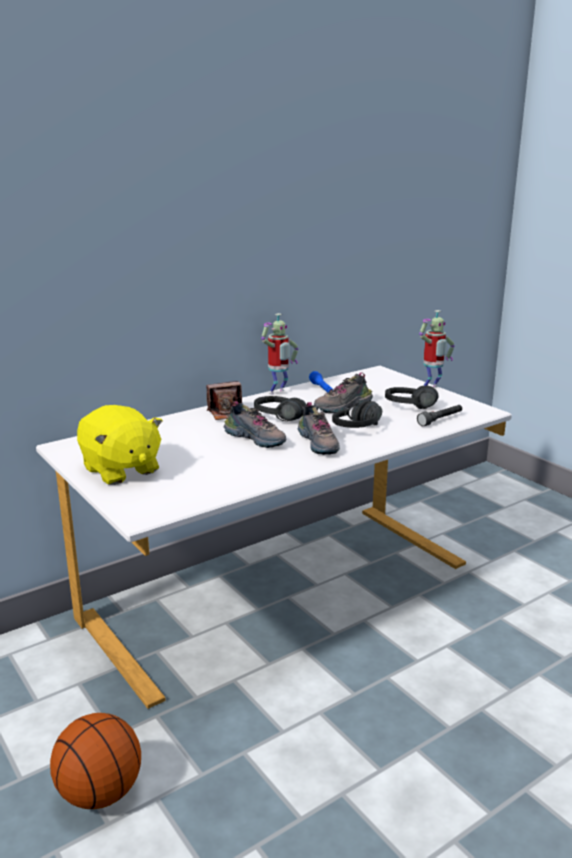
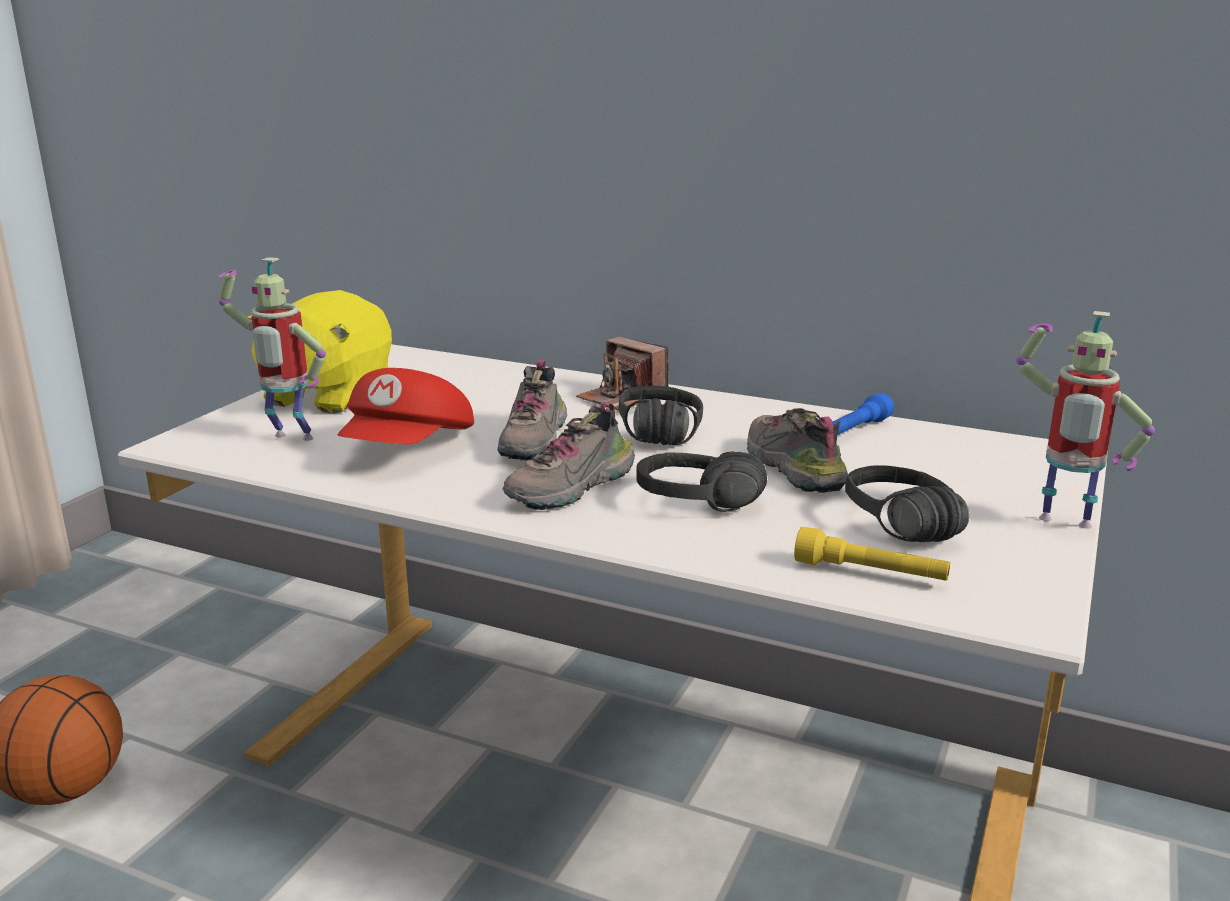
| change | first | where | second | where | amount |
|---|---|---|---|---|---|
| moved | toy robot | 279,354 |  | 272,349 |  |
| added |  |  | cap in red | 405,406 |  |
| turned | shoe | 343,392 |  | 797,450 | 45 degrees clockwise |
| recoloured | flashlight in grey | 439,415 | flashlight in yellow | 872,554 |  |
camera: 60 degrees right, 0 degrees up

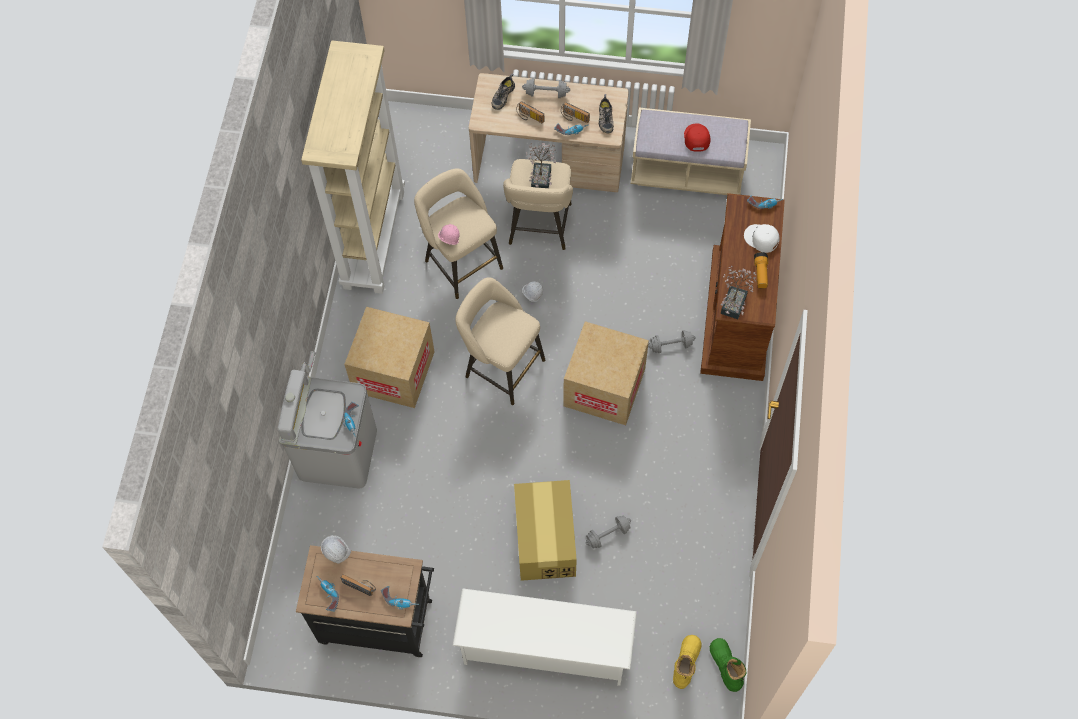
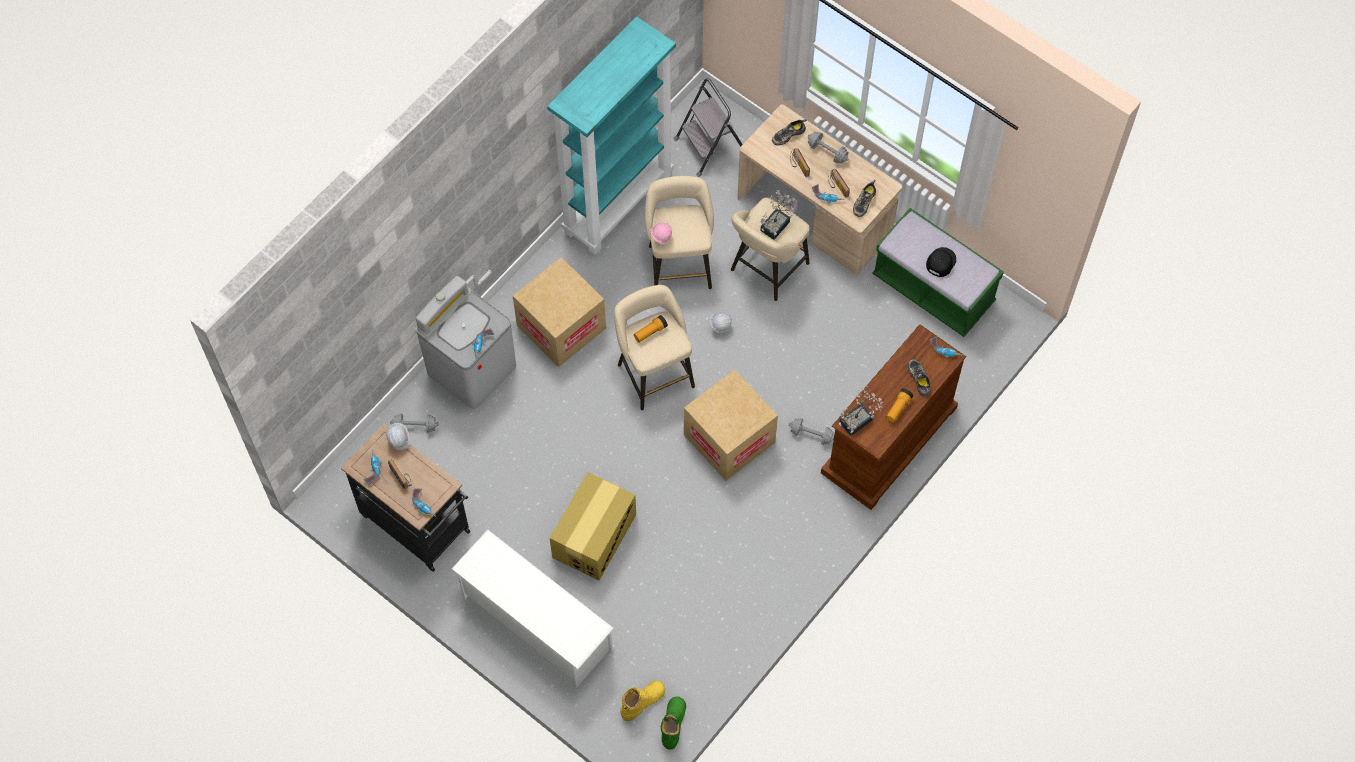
| change | first | where | second | where | amount |
|---|---|---|---|---|---|
| moved | dumbbell in grey | 608,532 |  | 414,423 |  |
| recoloured | bookcase in beige | 353,167 | bookcase in turquoise | 611,135 |  |
| added |  |  | flashlight | 651,328 |  |
| added |  |  | step ladder in grey | 708,127 |  |
| recoloured | bench in beige | 690,151 | bench in green | 938,272 |  |
| replaced | cap in white | 762,238 | shoe | 919,378 |  |
| recoloured | cap in red | 697,138 | cap in black | 941,262 |  |
camera: 30 degrees right, 0 degrees up

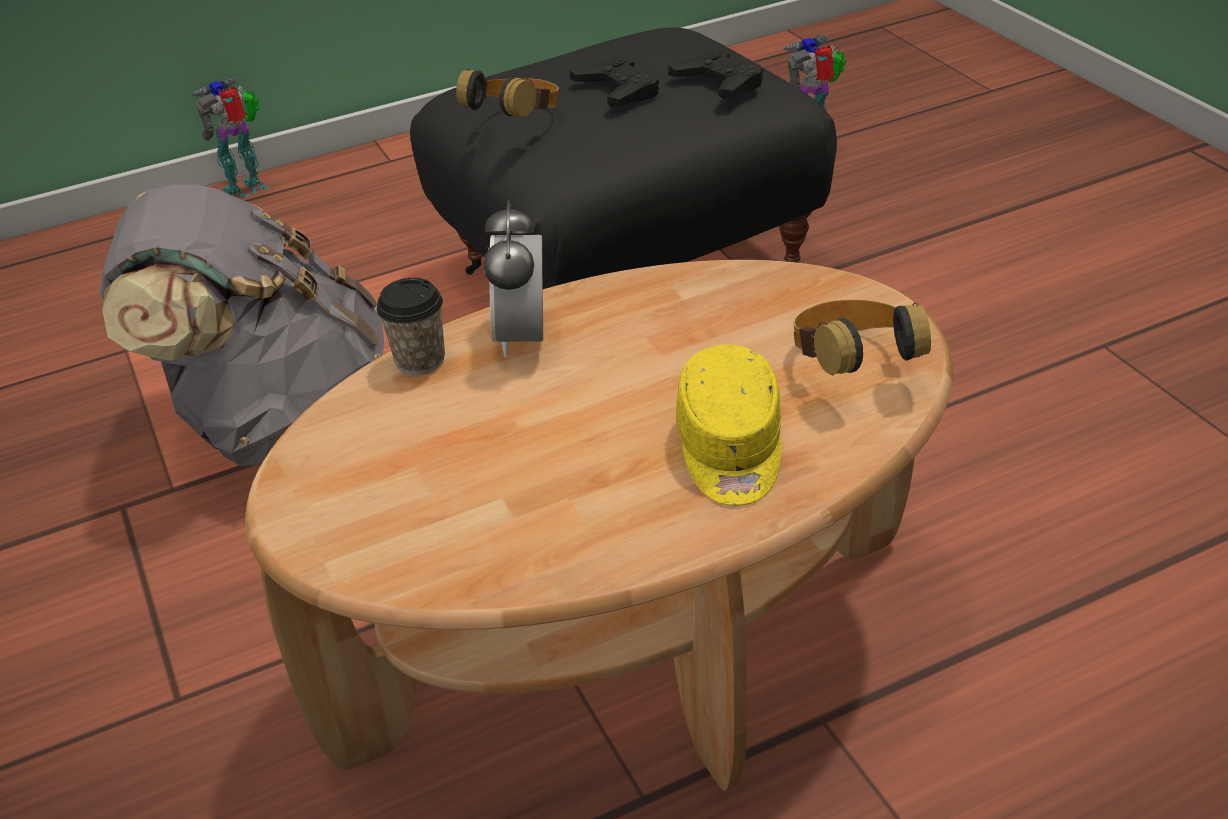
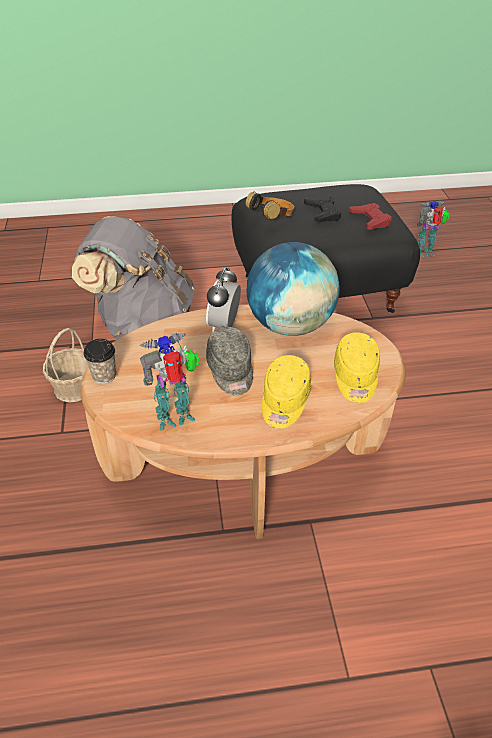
| change | first | where | second | where | amount |
|---|---|---|---|---|---|
| added |  |  | basket | 65,365 |  |
| moved | cup | 411,326 |  | 100,361 |  |
| moved | toy robot | 230,137 |  | 169,382 |  |
| added |  |  | cap in grey | 229,361 |  |
| added |  |  | globe | 293,289 |  |
| replaced | headphones | 862,337 | cap in yellow | 357,367 |  |
| recoloured | game controller in black | 715,74 | game controller in red | 370,216 |  |
camera: 15 degrees right, 5 degrees up

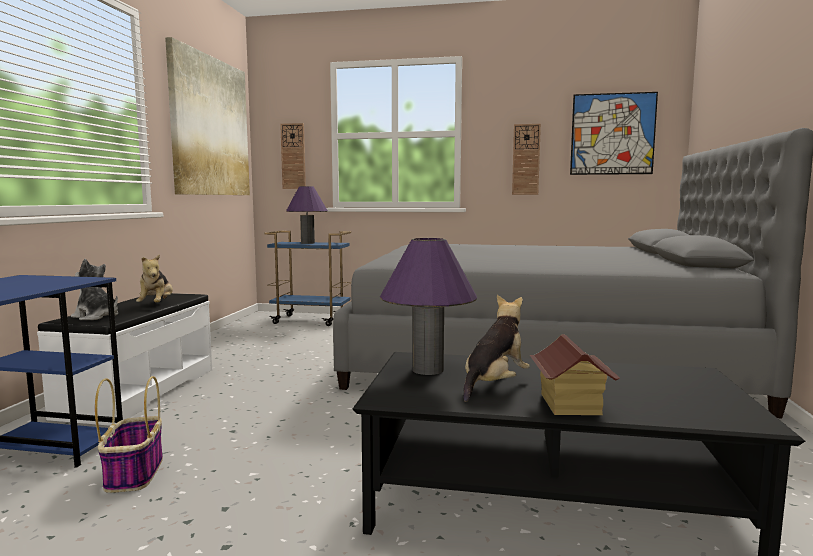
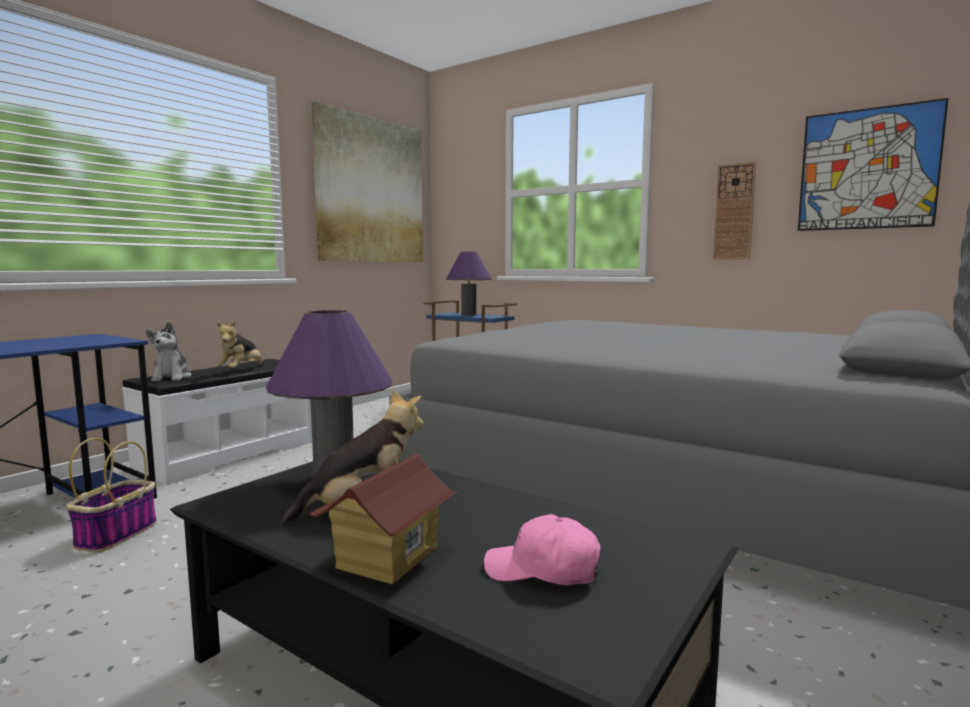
| change | first | where | second | where | amount |
|---|---|---|---|---|---|
| turned | plush toy | 94,289 |  | 168,352 | 150 degrees counterclockwise |
| added |  |  | cap in pink | 542,549 |  |
| removed | wall clock | 293,156 |  |  |  |
camera: 25 degrees right, 0 degrees up

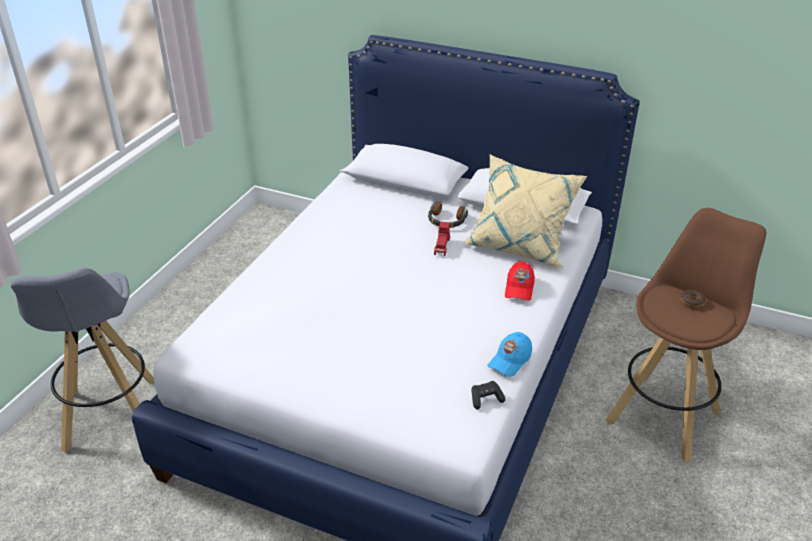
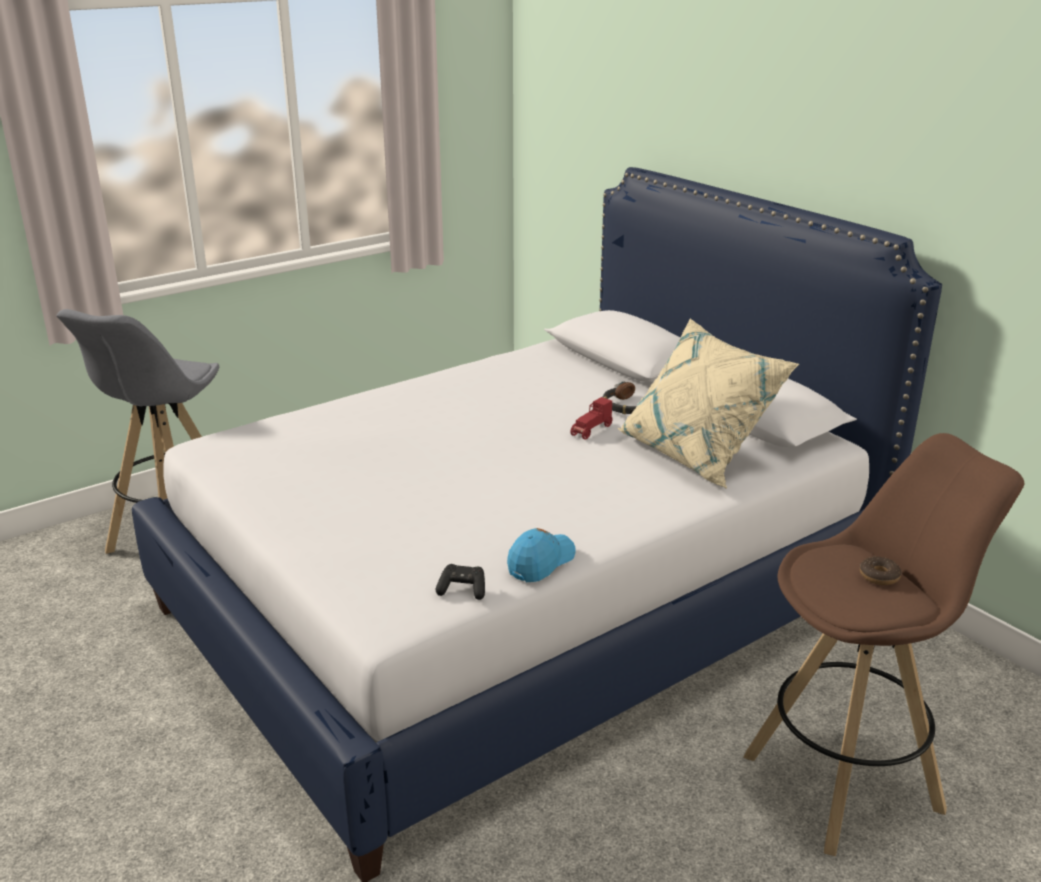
| change | first | where | second | where | amount |
|---|---|---|---|---|---|
| turned | cap in blue | 509,354 |  | 541,555 | 150 degrees clockwise |
| removed | cap in red | 520,281 |  |  |  |
camera: 30 degrees right, 10 degrees down

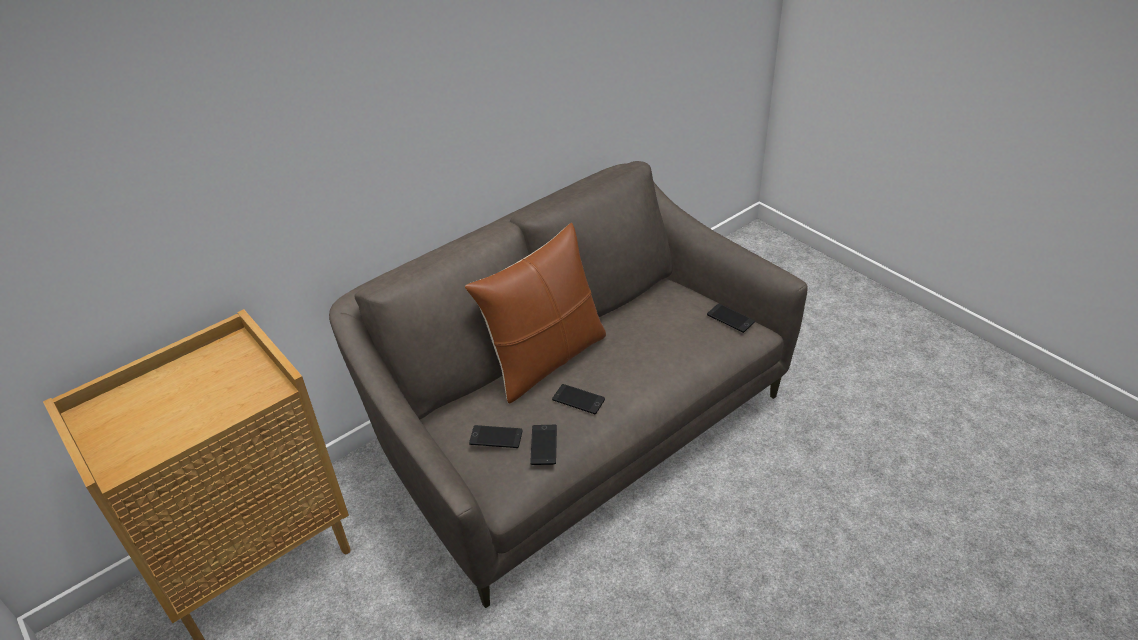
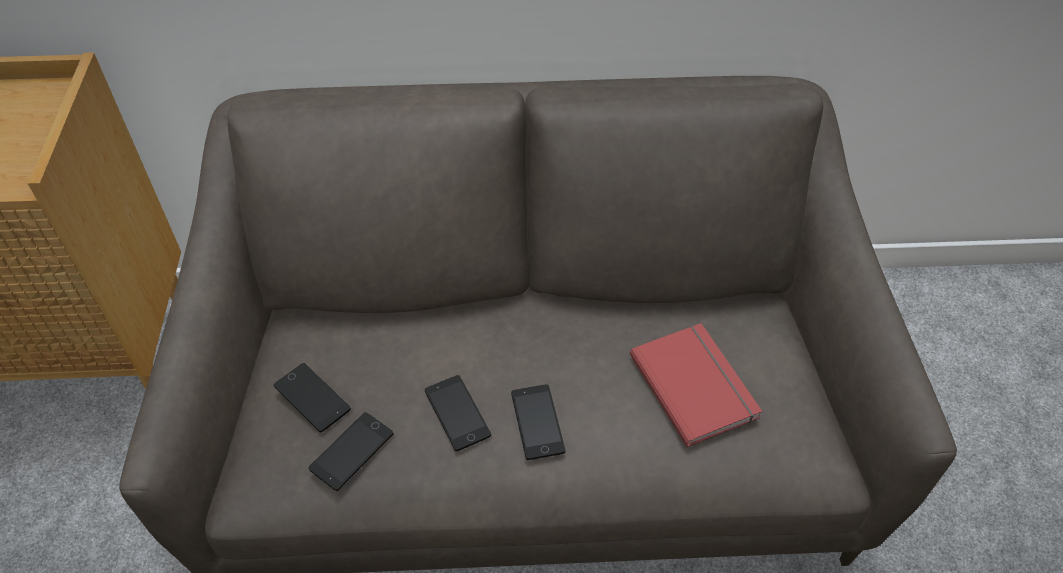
| change | first | where | second | where | amount |
|---|---|---|---|---|---|
| moved | phone | 731,318 |  | 538,422 |  |
| added |  |  | book in red | 696,385 |  |
| removed | pillow in brown | 535,313 |  |  |  |
camera: 35 degrees right, 10 degrees up

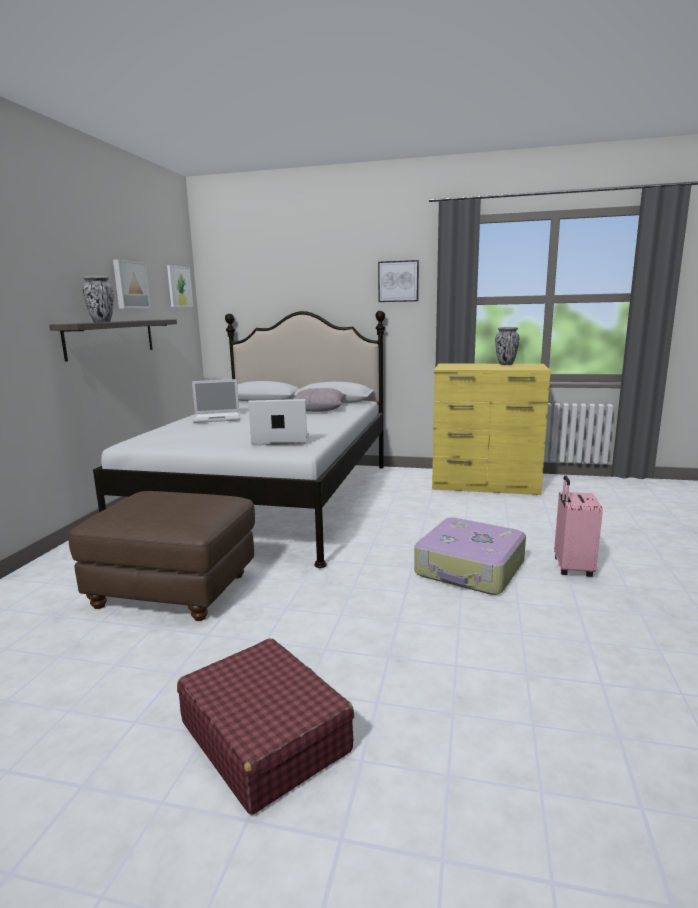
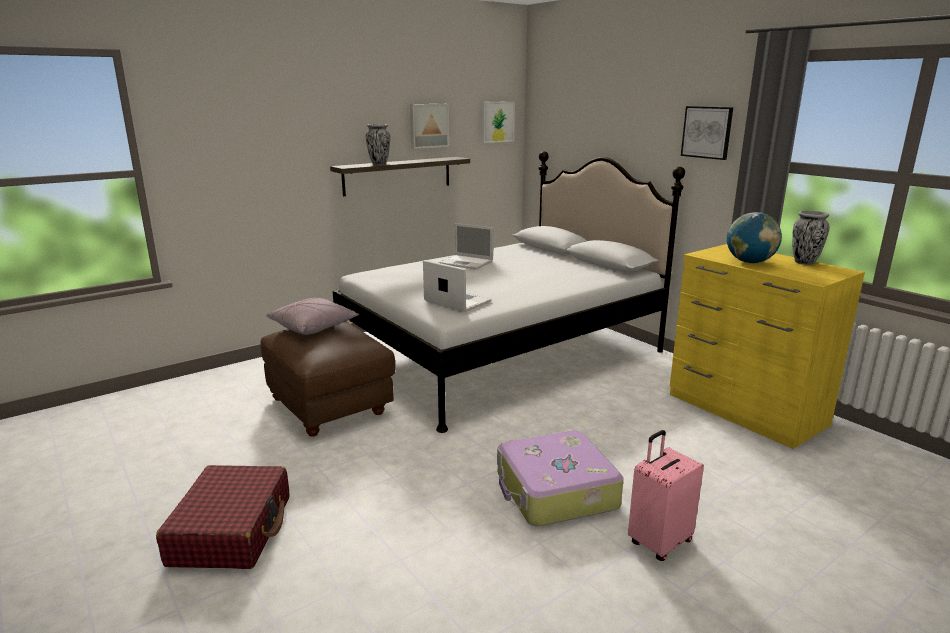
| change | first | where | second | where | amount |
|---|---|---|---|---|---|
| moved | pillow in purple | 319,400 |  | 312,316 |  |
| added |  |  | globe | 754,237 |  |
camera: 40 degrees right, 5 degrees up

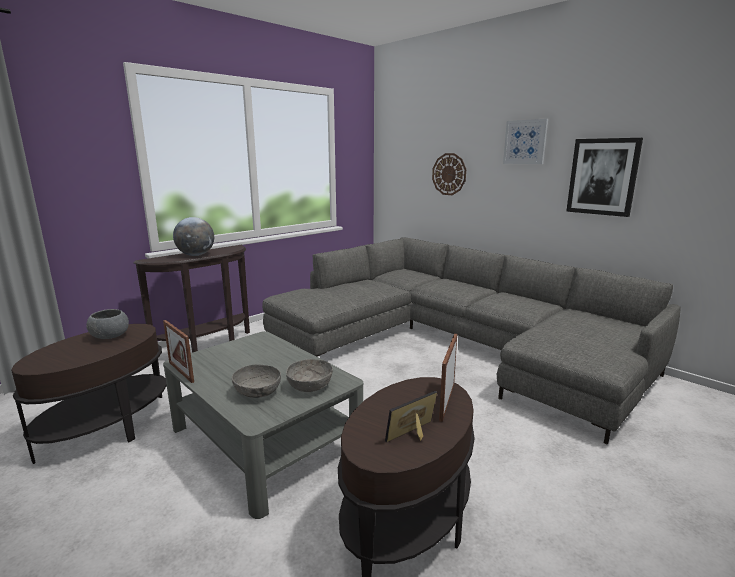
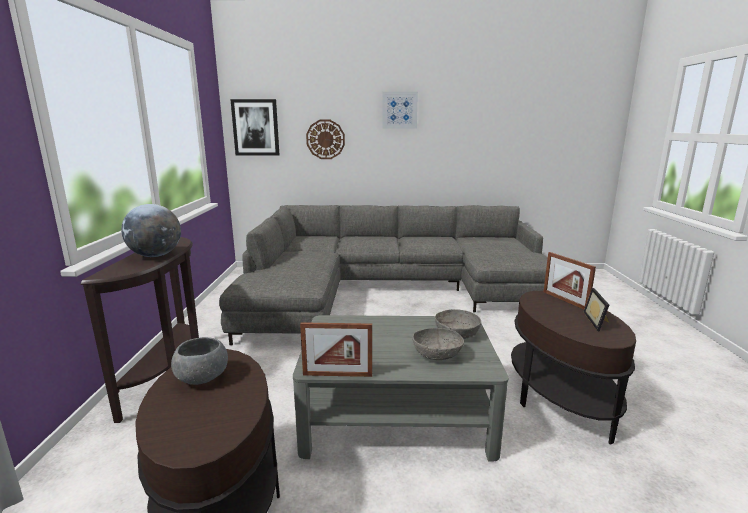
| change | first | where | second | where | amount |
|---|---|---|---|---|---|
| moved | picture | 604,177 |  | 254,127 |  |
camera: 45 degrees left, 0 degrees up

